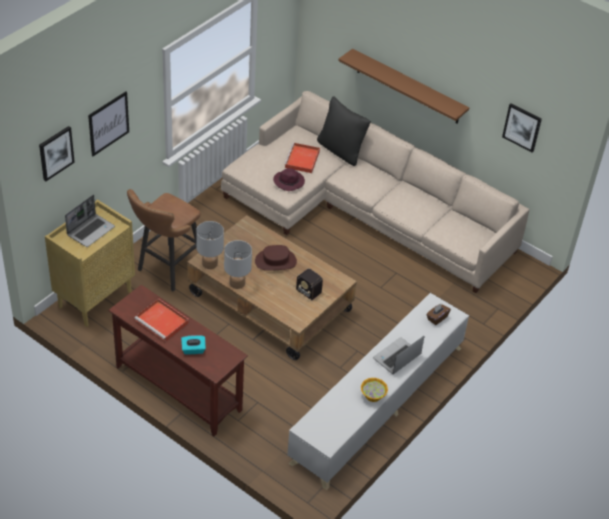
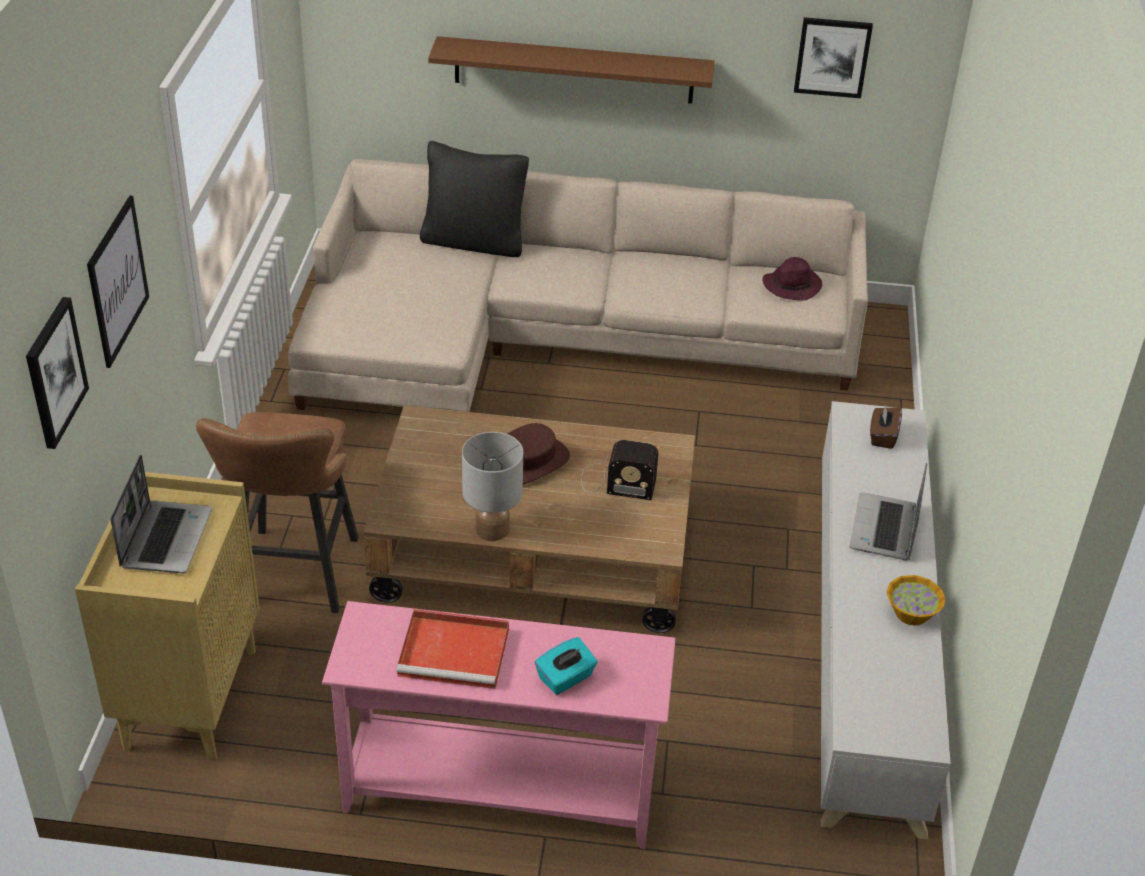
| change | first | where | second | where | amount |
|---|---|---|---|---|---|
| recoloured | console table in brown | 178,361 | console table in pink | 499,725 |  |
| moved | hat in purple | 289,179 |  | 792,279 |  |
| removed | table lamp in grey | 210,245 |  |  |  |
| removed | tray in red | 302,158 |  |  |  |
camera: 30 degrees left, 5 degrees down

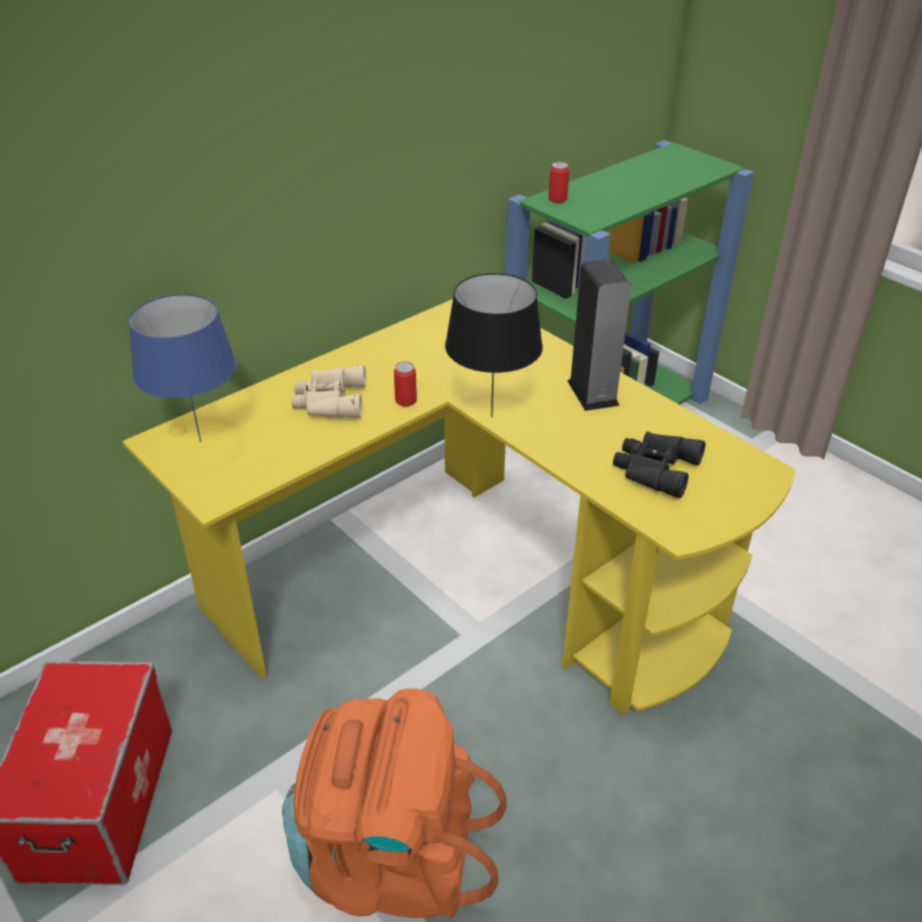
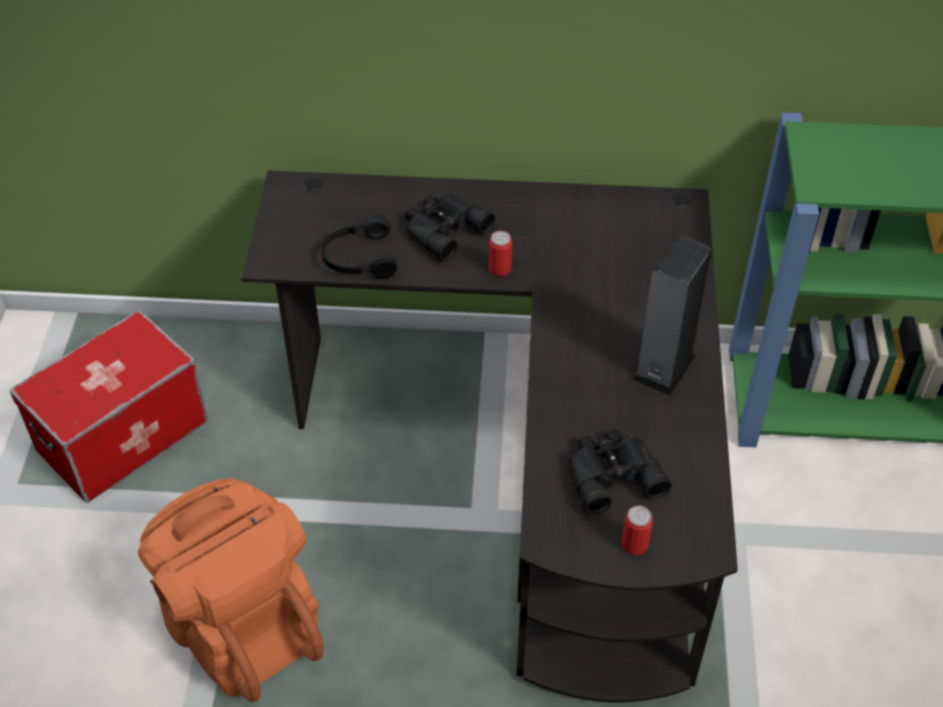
| change | first | where | second | where | amount |
|---|---|---|---|---|---|
| recoloured | desk in yellow | 459,507 | desk in black | 489,436 |  |
| added |  |  | headphones in black | 359,247 |  |
| recoloured | binoculars in beige | 328,391 | binoculars in black | 450,227 |  |
| moved | can | 558,182 |  | 637,530 |  |
| removed | table lamp in blue | 183,368 |  |  |  |
| removed | table lamp in black | 494,345 |  |  |  |
camera: 45 degrees right, 10 degrees up

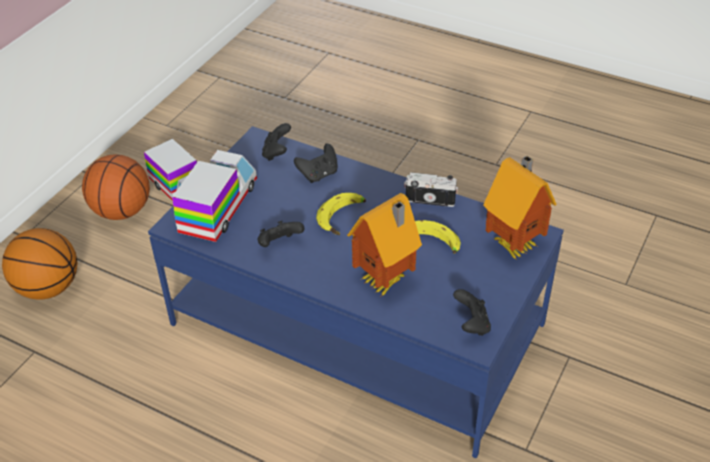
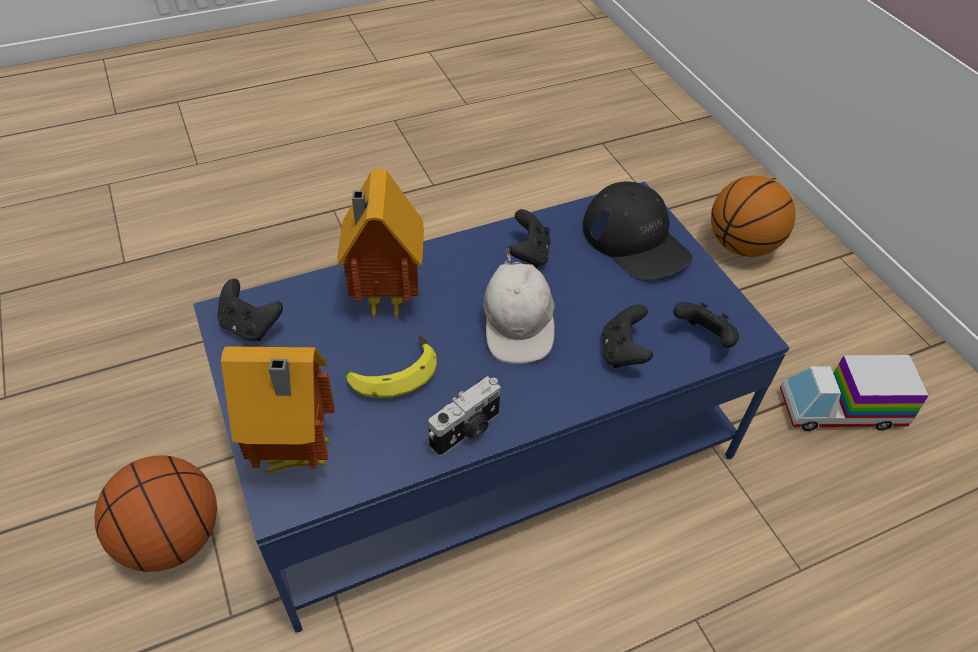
| change | first | where | second | where | amount |
|---|---|---|---|---|---|
| moved | basketball | 116,187 |  | 156,513 |  |
| replaced | banana | 341,214 | cap in white | 519,306 |  |
| replaced | toy truck | 214,196 | cap in black | 638,231 |  |
camera: 125 degrees right, 5 degrees up

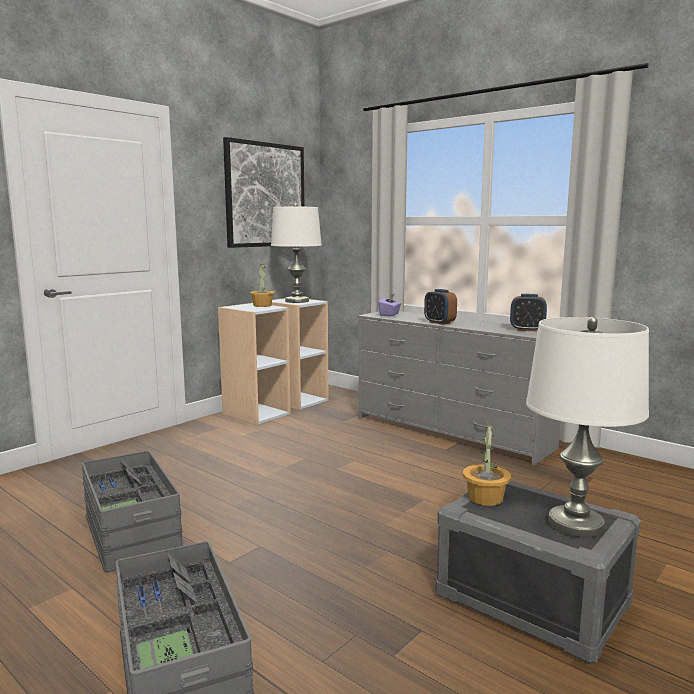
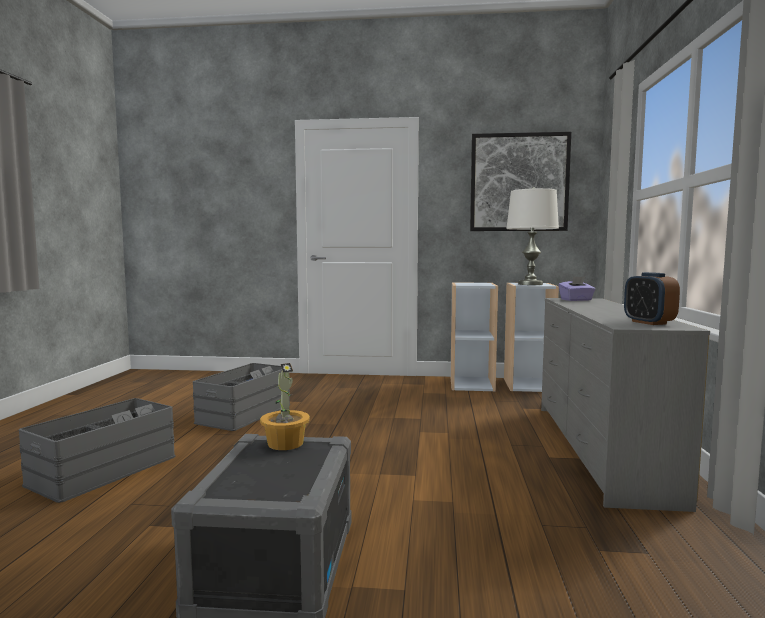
| change | first | where | second | where | amount |
|---|---|---|---|---|---|
| removed | potted plant | 262,285 |  |  |  |
| removed | alarm clock | 440,307 |  |  |  |
| removed | table lamp in white | 587,427 |  |  |  |
camera: 55 degrees right, 5 degrees down

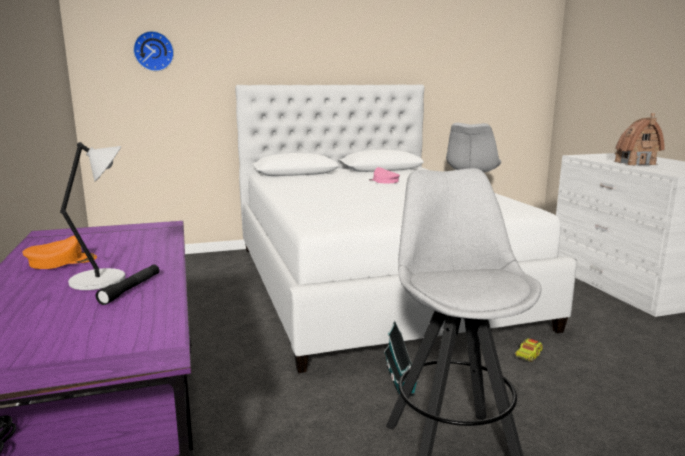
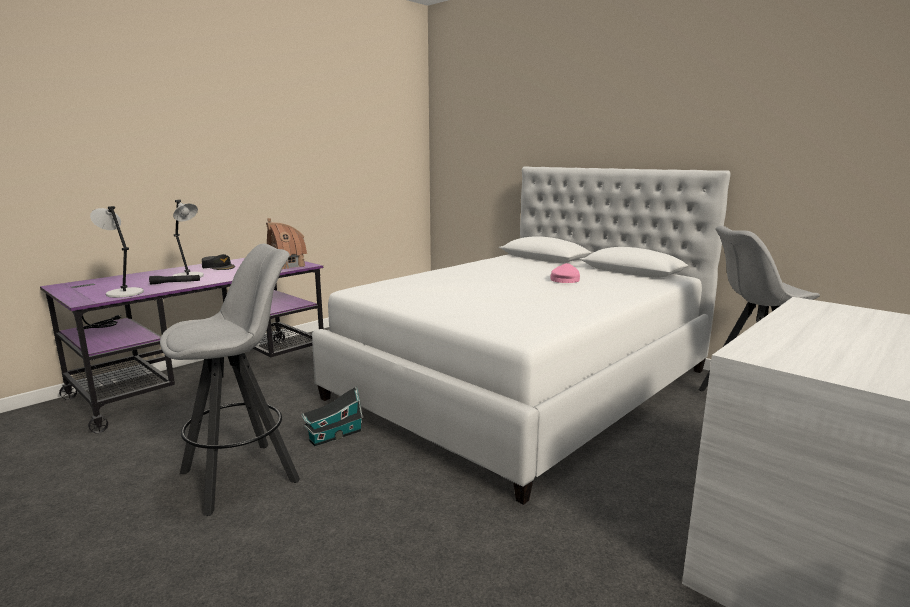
| change | first | where | second | where | amount |
|---|---|---|---|---|---|
| added |  |  | table lamp in grey | 117,252 |  |
| recoloured | cap in orange | 59,252 | cap in black | 218,262 |  |
| moved | toy house | 639,139 |  | 286,243 |  |
| removed | wall clock | 153,51 |  |  |  |
| removed | toy truck | 529,350 |  |  |  |
camera: 60 degrees right, 0 degrees up

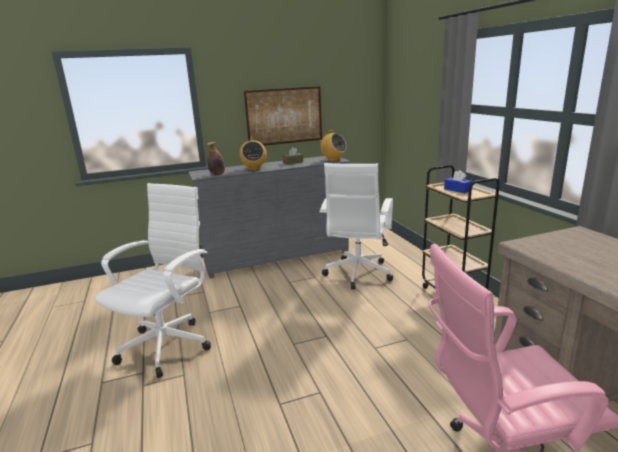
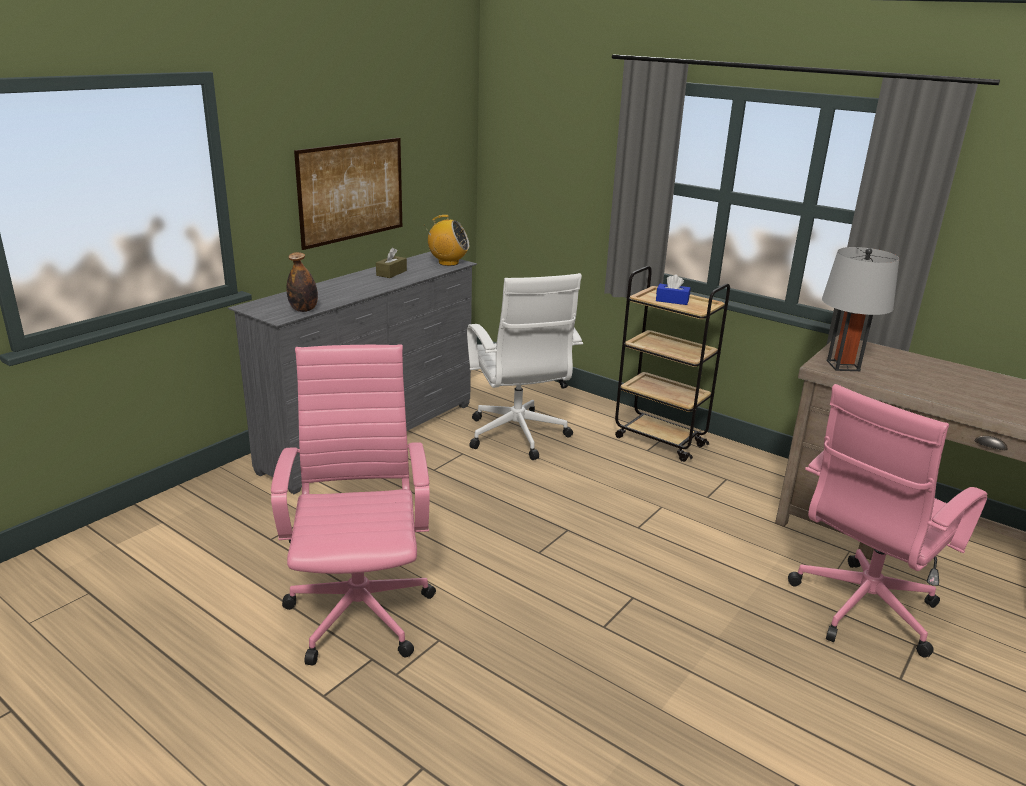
| change | first | where | second | where | amount |
|---|---|---|---|---|---|
| recoloured | office chair in white | 153,280 | office chair in pink | 353,505 |  |
| added |  |  | table lamp in grey | 860,309 |  |
| removed | radio | 253,153 |  |  |  |
camera: 35 degrees left, 5 degrees up

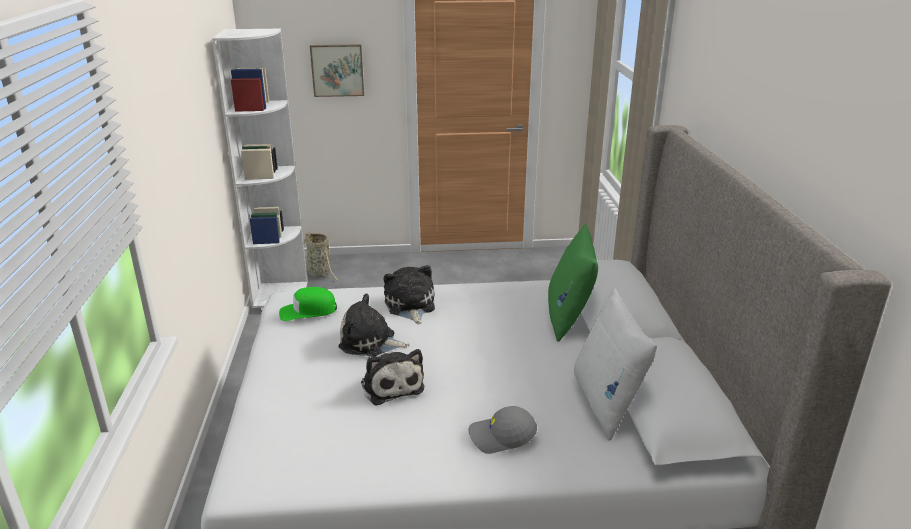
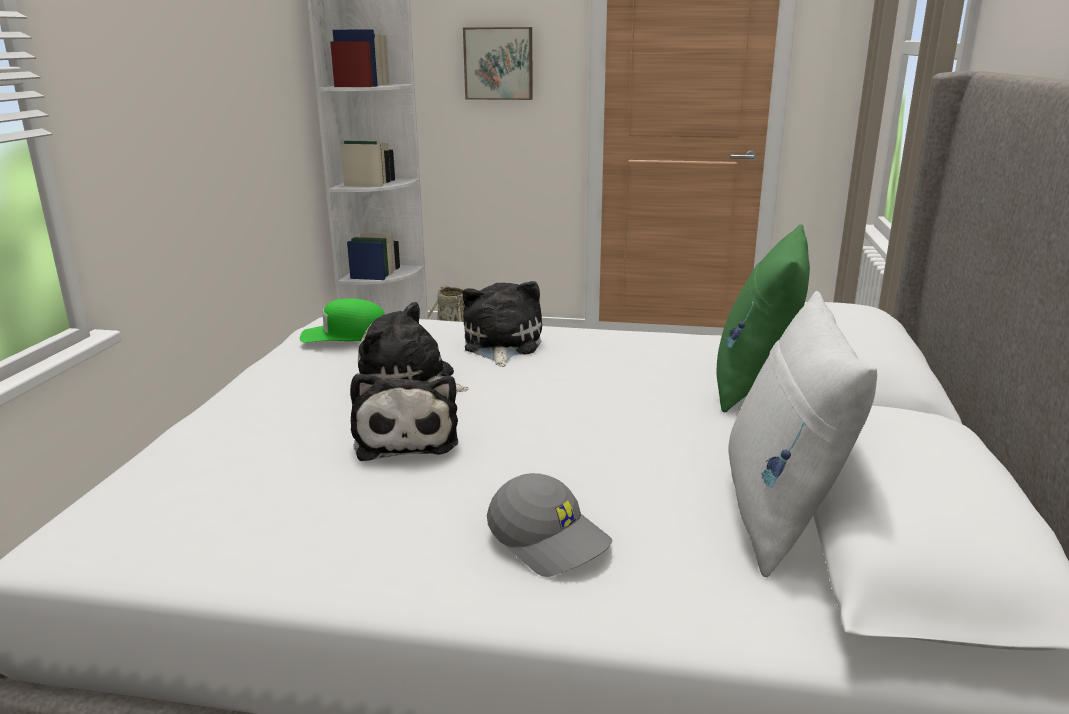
| change | first | where | second | where | amount |
|---|---|---|---|---|---|
| turned | cap in grey | 502,430 |  | 549,525 | 150 degrees counterclockwise |
camera: 15 degrees right, 5 degrees down

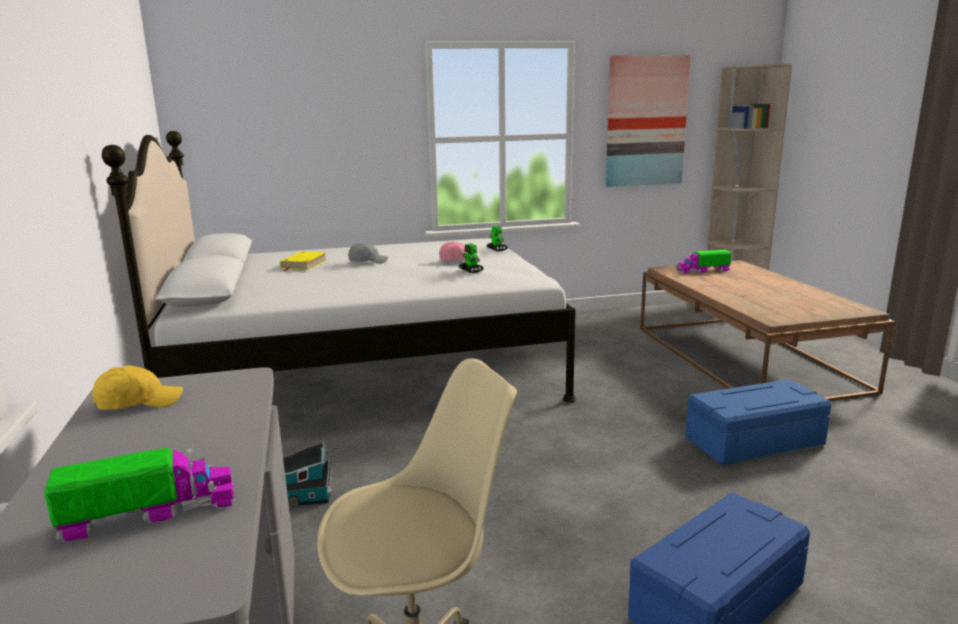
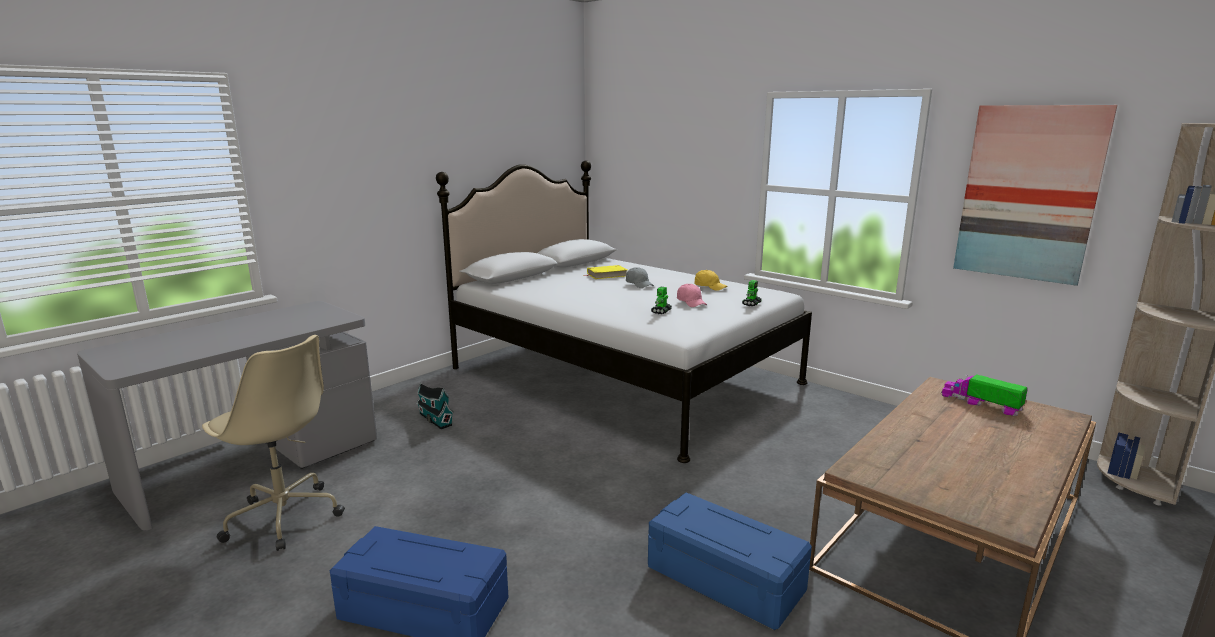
| change | first | where | second | where | amount |
|---|---|---|---|---|---|
| moved | cap in yellow | 137,388 |  | 711,280 |  |
| removed | toy truck | 139,494 |  |  |  |
camera: 55 degrees right, 0 degrees up

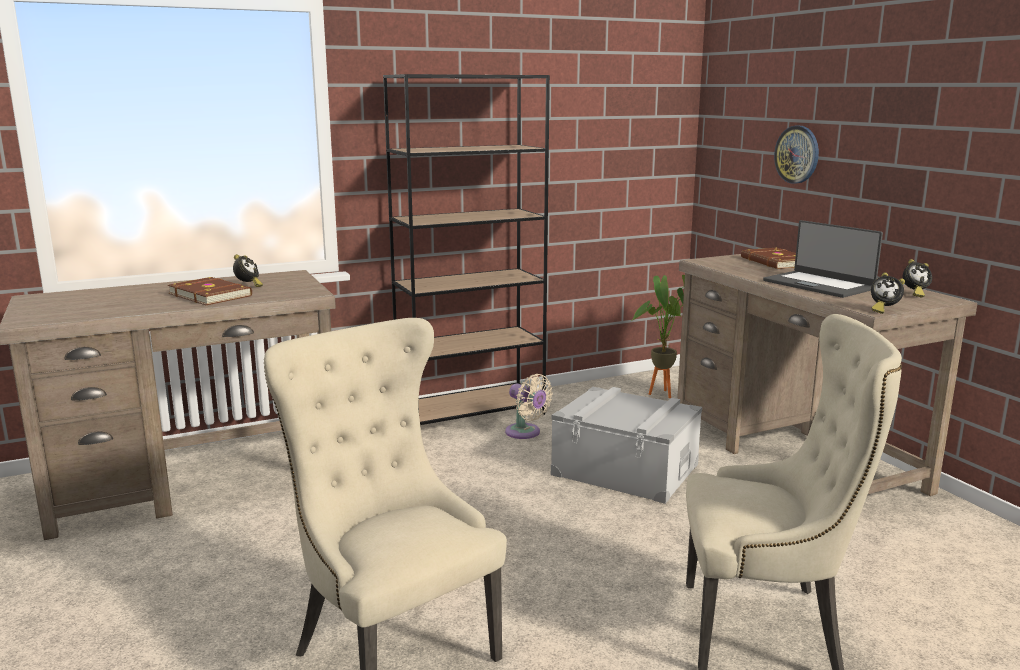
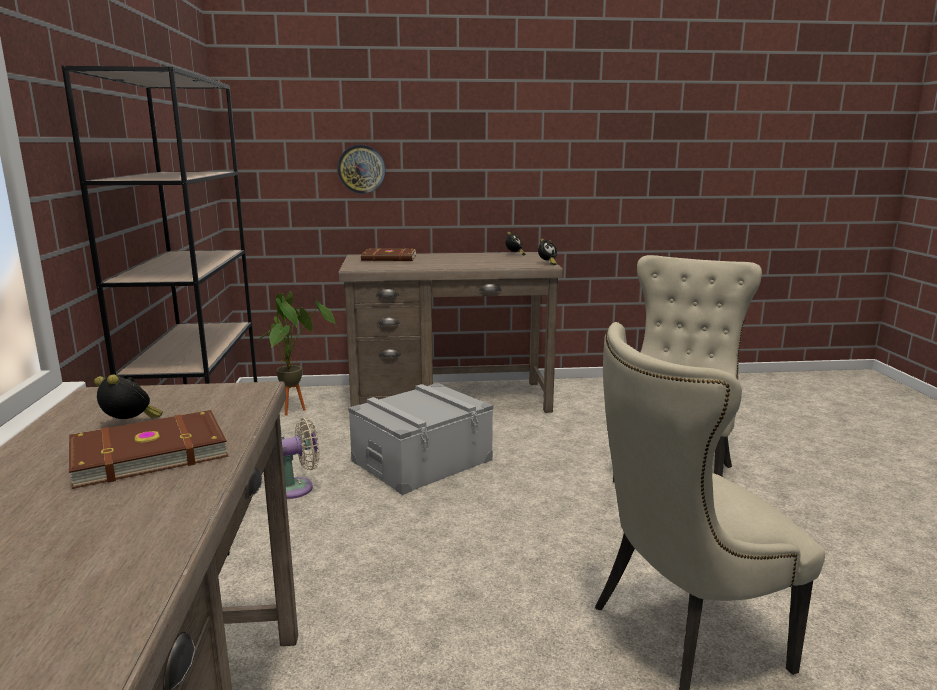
| change | first | where | second | where | amount |
|---|---|---|---|---|---|
| removed | laptop | 823,259 |  |  |  |
camera: 70 degrees left, 0 degrees up

